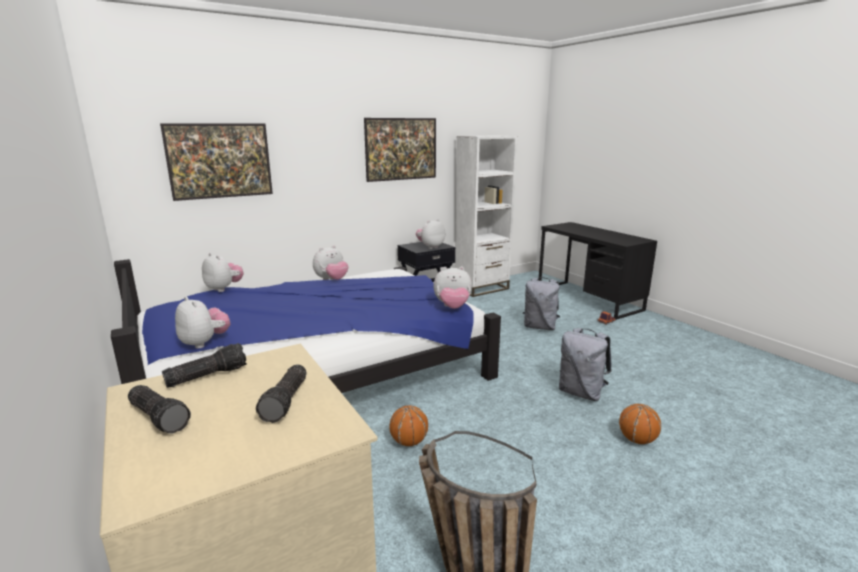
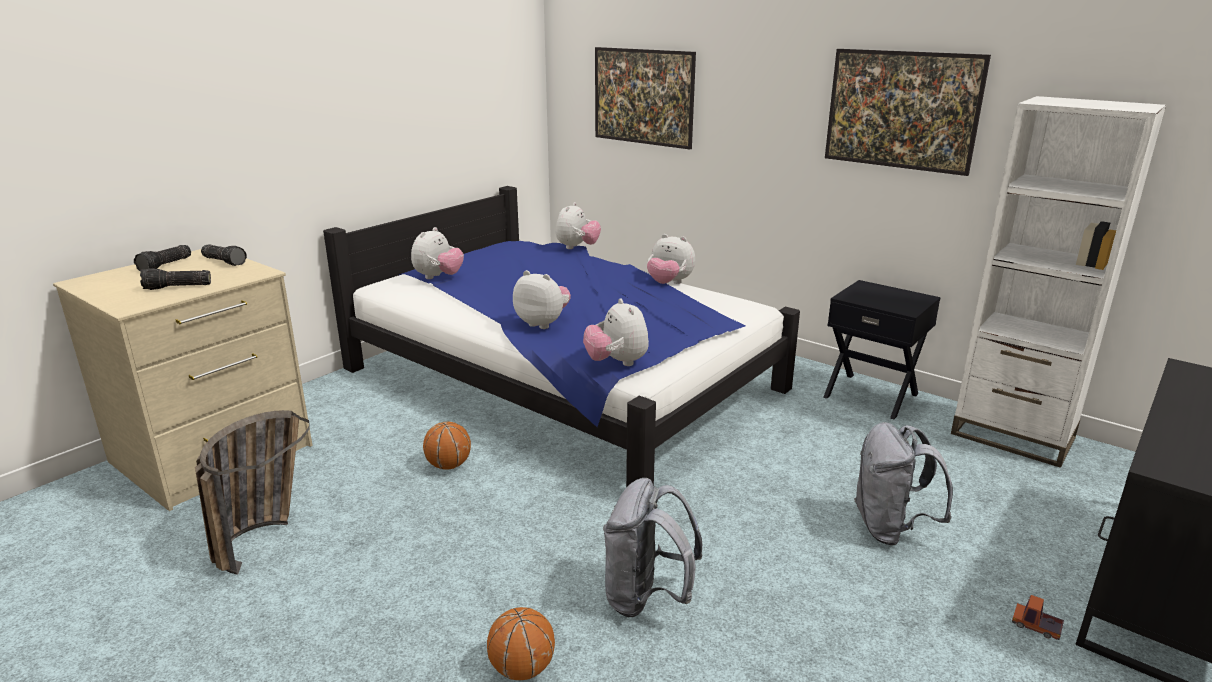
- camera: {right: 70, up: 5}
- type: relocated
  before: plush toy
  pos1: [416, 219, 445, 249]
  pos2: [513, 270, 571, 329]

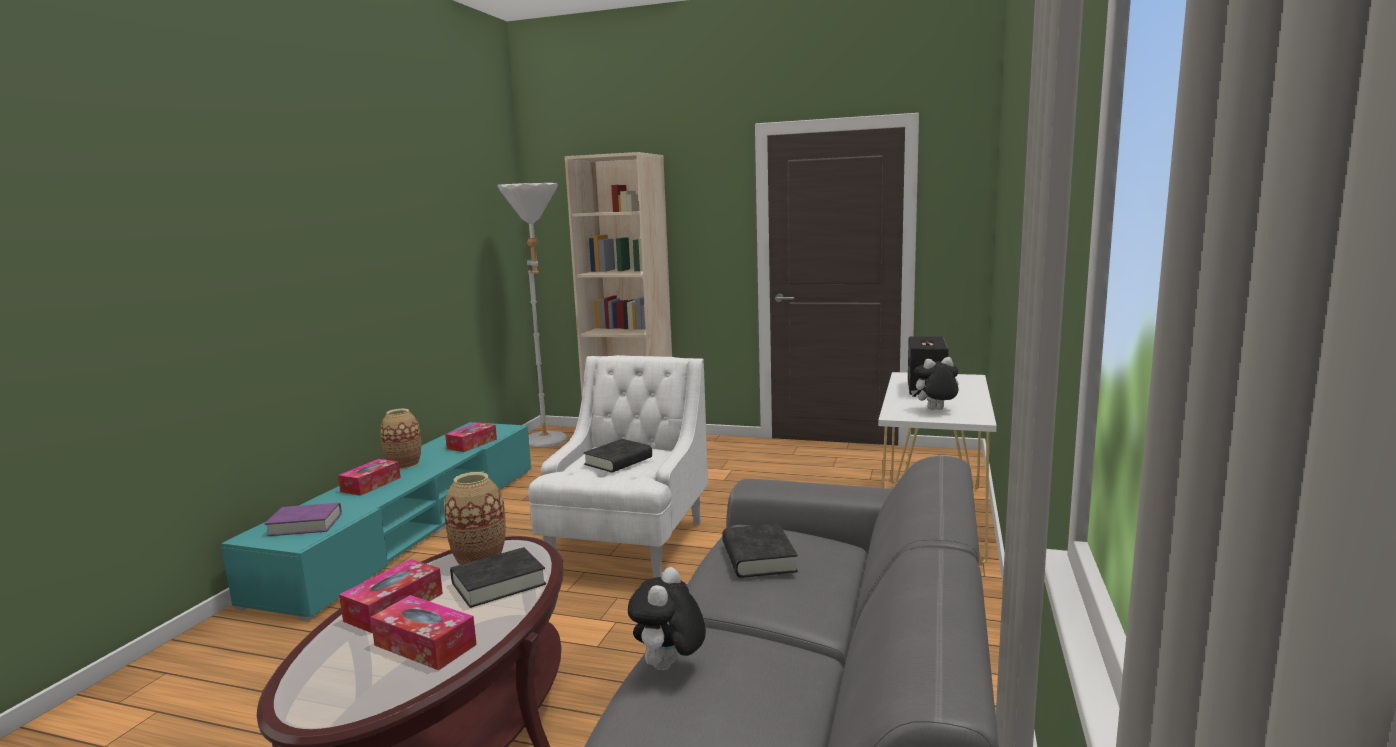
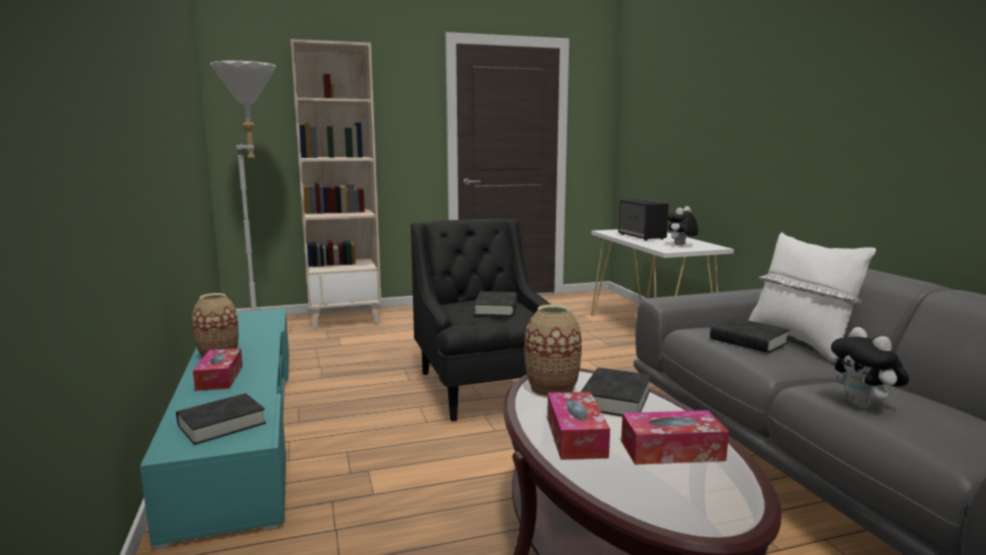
- camera: {right: -35, up: 0}
- type: colour
  before: purple book
  after: black book
  pos1: [264, 503, 342, 536]
  pos2: [176, 393, 266, 445]
- type: missing
  before: tissue box
  pos1: [445, 423, 497, 452]
- type: colour
  before: white armchair
  after: black armchair
  pos1: [528, 355, 708, 578]
  pos2: [411, 218, 550, 422]
- type: appeared
  after: white pillow
  pos2: [749, 232, 876, 362]

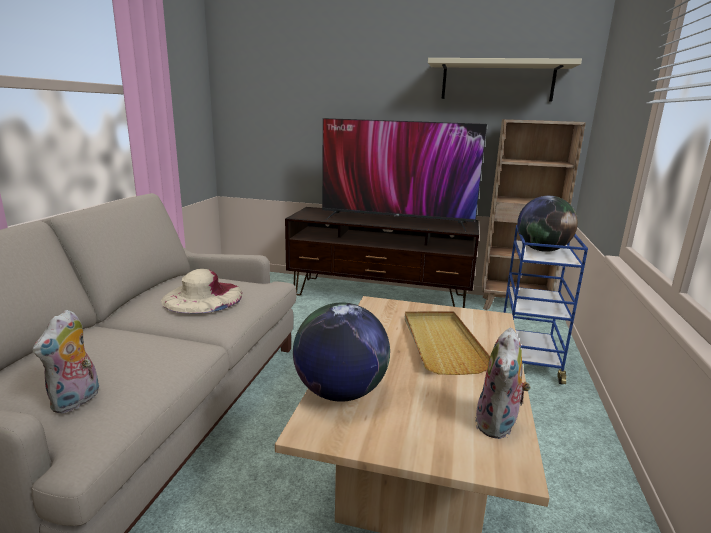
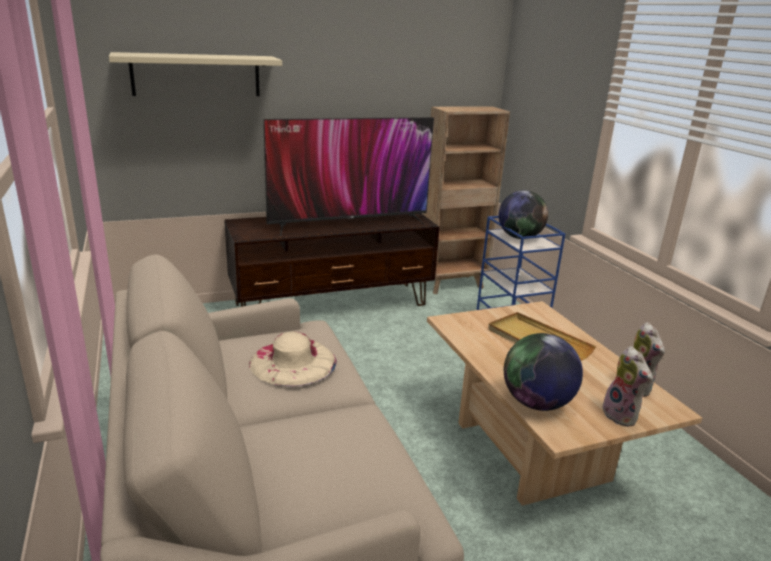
- camera: {right: -35, up: 5}
- type: relocated
  before: plush toy
  pos1: [33, 309, 99, 413]
  pos2: [602, 346, 653, 427]
- type: relocated
  before: beige shelf
  pos1: [428, 58, 582, 101]
  pos2: [109, 52, 282, 96]

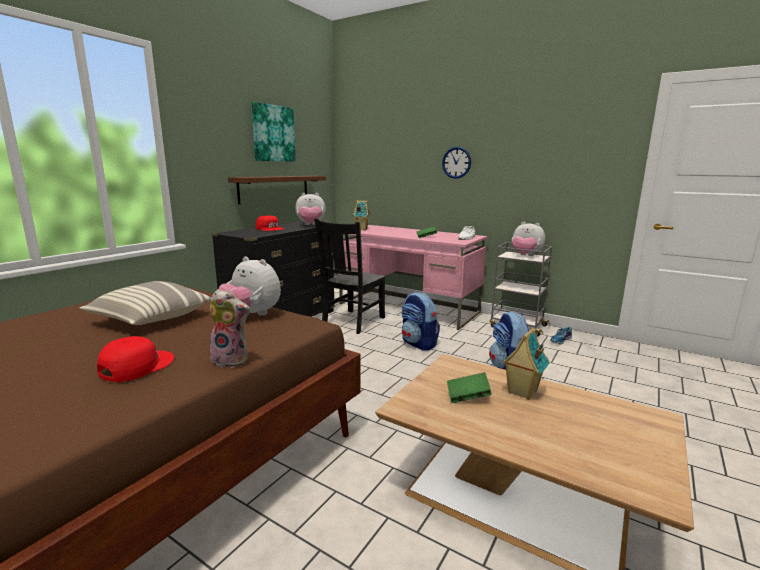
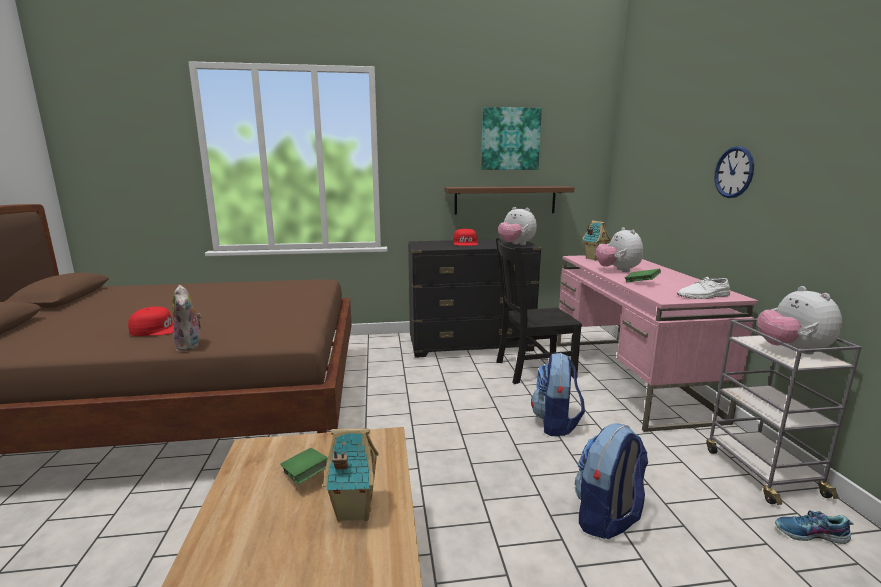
- camera: {right: 50, up: 0}
- type: missing
  before: pillow
  pos1: [80, 281, 212, 325]
- type: relocated
  before: plush toy
  pos1: [218, 257, 281, 315]
  pos2: [596, 227, 643, 272]

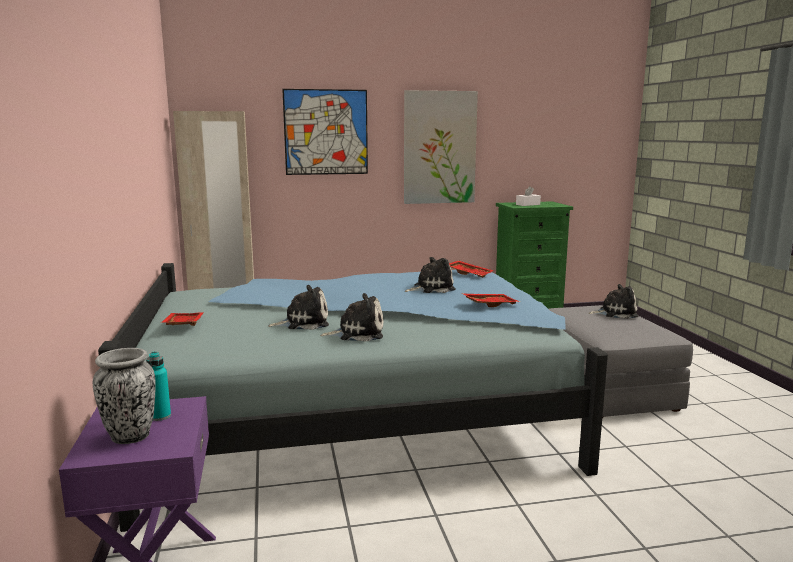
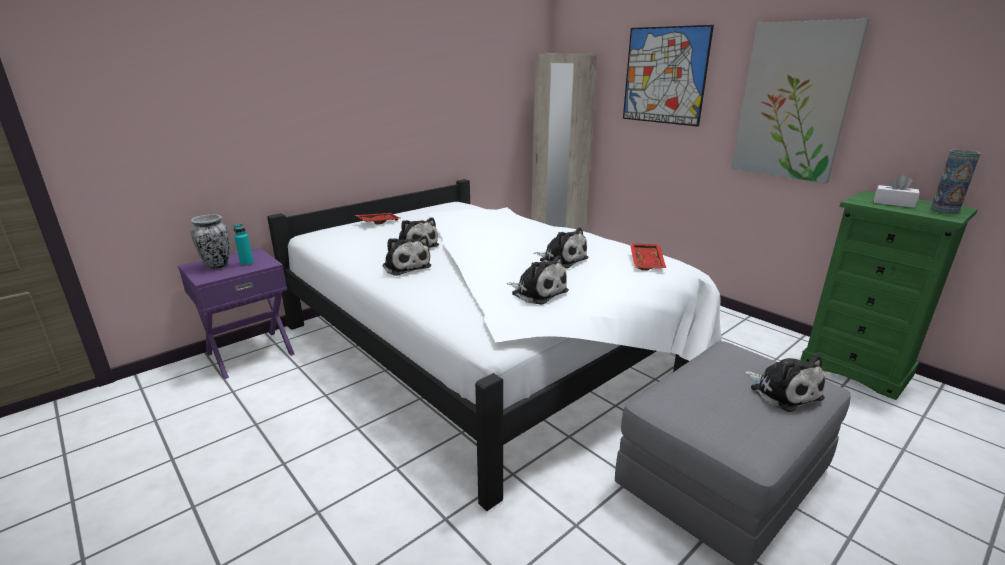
- camera: {right: 60, up: 10}
- type: colour
  before: blue bed
  after: white bed
  pos1: [98, 263, 608, 532]
  pos2: [267, 179, 722, 511]
- type: exchanged
  before: red tray
  after: plush toy
  pos1: [461, 293, 520, 307]
  pos2: [507, 255, 569, 305]
- type: appeared
  after: vase
  pos2: [931, 150, 981, 213]

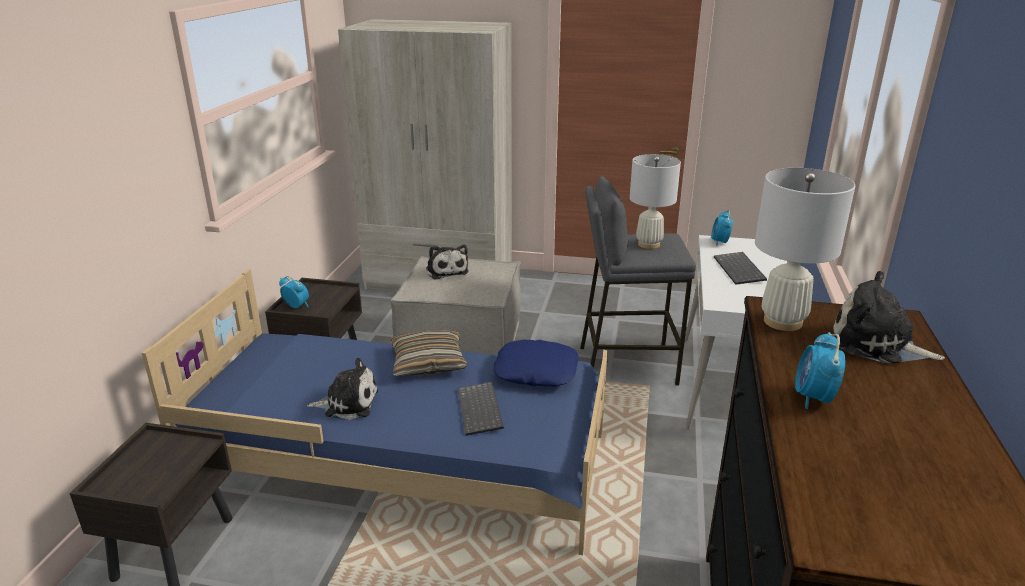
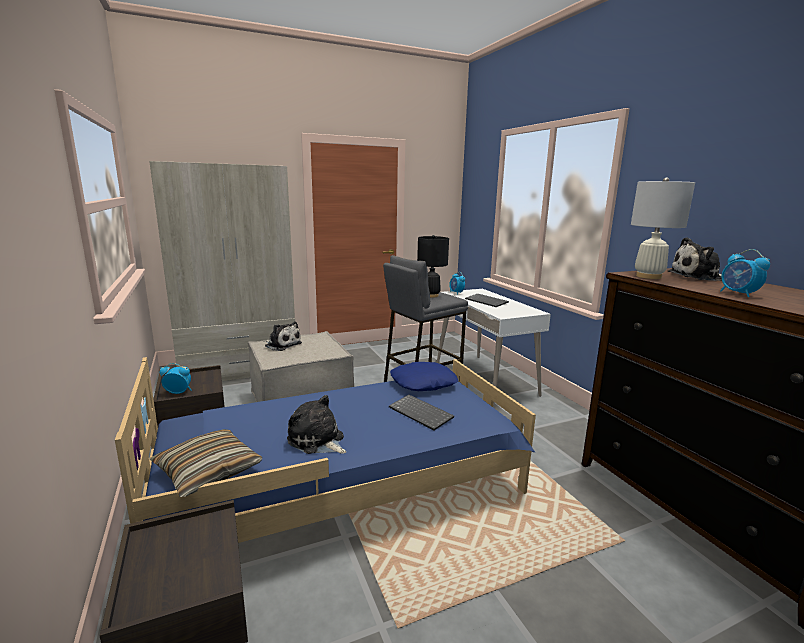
- camera: {right: -35, up: -10}
- type: spun
  before: plush toy
  pos1: [307, 358, 378, 420]
  pos2: [287, 395, 346, 454]
  turn: -105
- type: relocated
  before: pillow
  pos1: [390, 330, 468, 376]
  pos2: [150, 429, 262, 497]
- type: colour
  before: white table lamp
  after: black table lamp
  pos1: [630, 154, 681, 249]
  pos2: [417, 235, 449, 298]

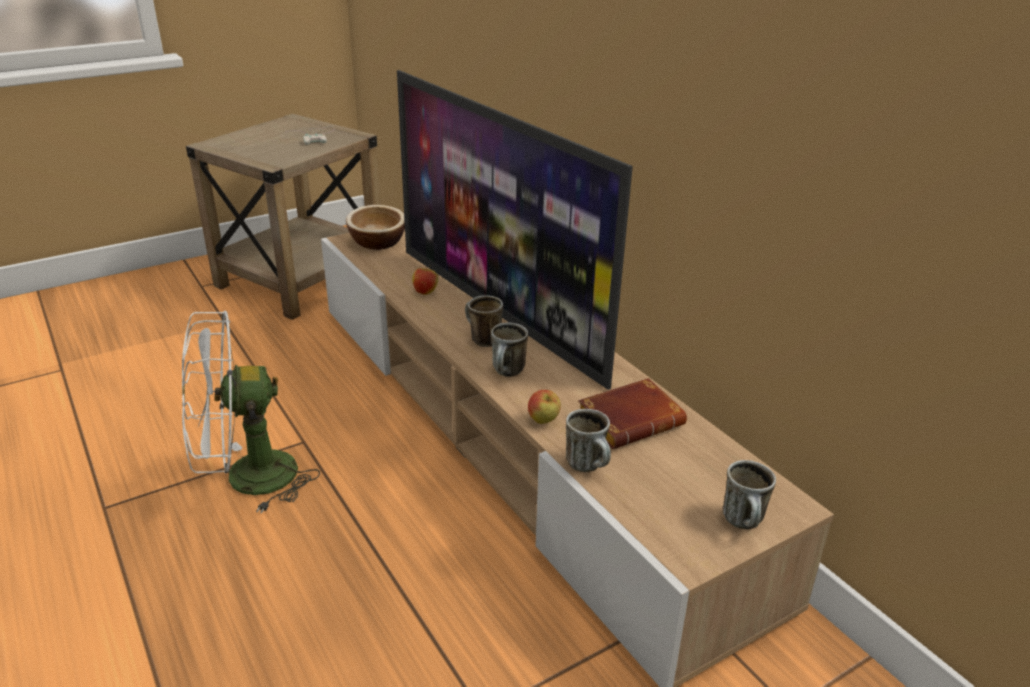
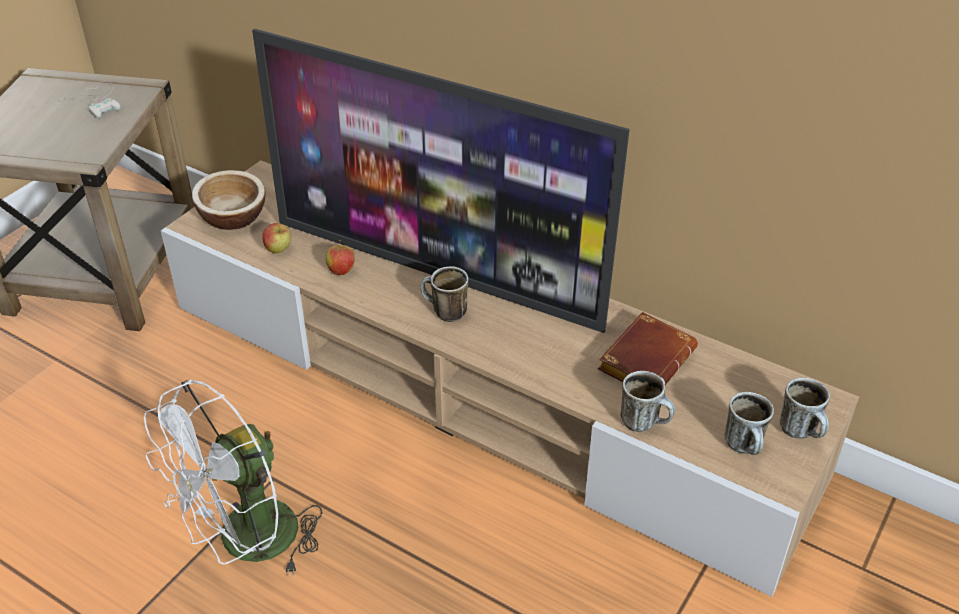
- camera: {right: -25, up: 10}
- type: relocated
  before: mug
  pos1: [491, 322, 528, 377]
  pos2: [725, 392, 774, 455]
- type: relocated
  before: apple
  pos1: [528, 390, 561, 424]
  pos2: [262, 223, 291, 253]

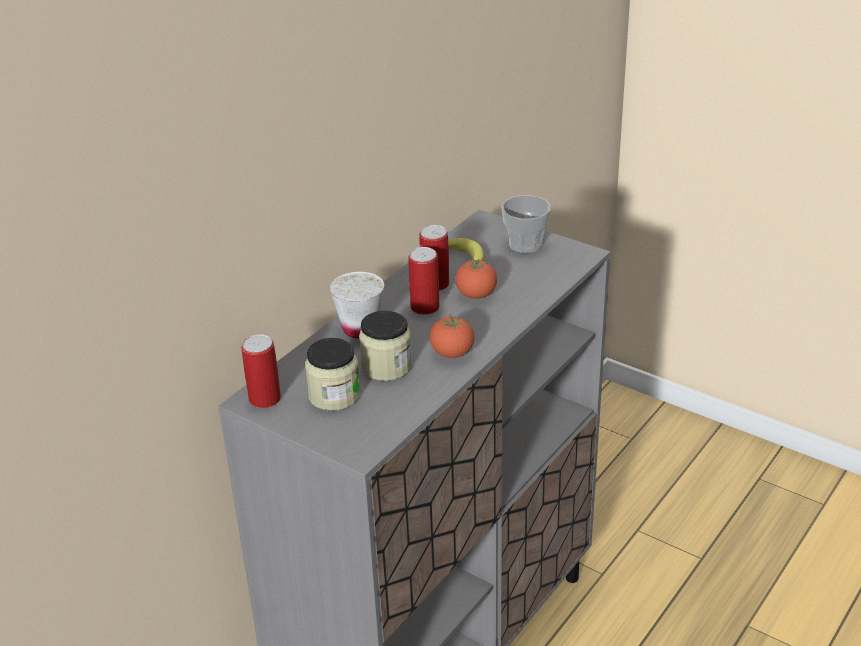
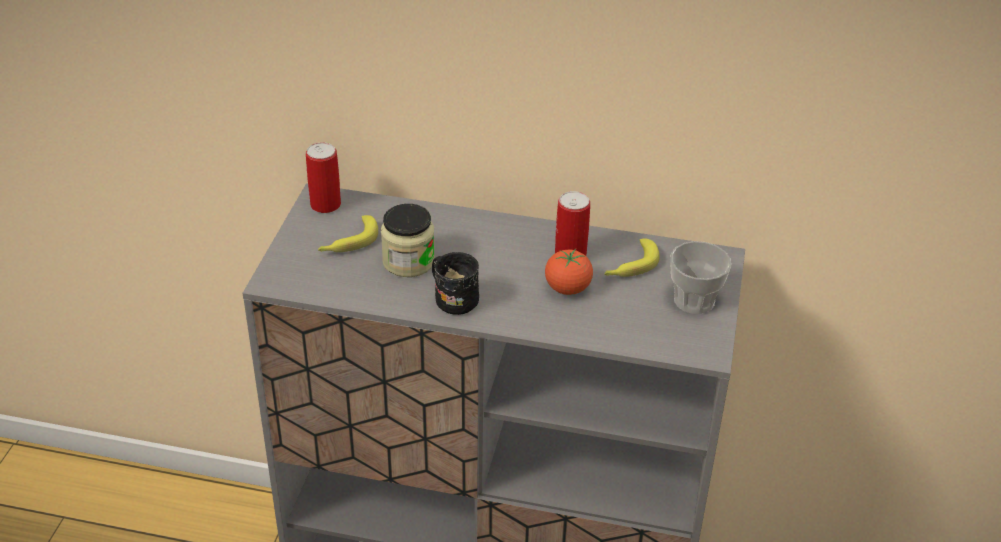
- camera: {right: 65, up: 5}
- type: exchanged
  before: jar
  after: banana
  pos1: [305, 338, 360, 411]
  pos2: [318, 215, 378, 252]
- type: missing
  before: white cup
  pos1: [330, 272, 384, 339]
- type: missing
  before: can
  pos1: [408, 247, 439, 315]
- type: exchanged
  before: tomato
  after: black mug
  pos1: [430, 314, 475, 358]
  pos2: [432, 252, 479, 315]

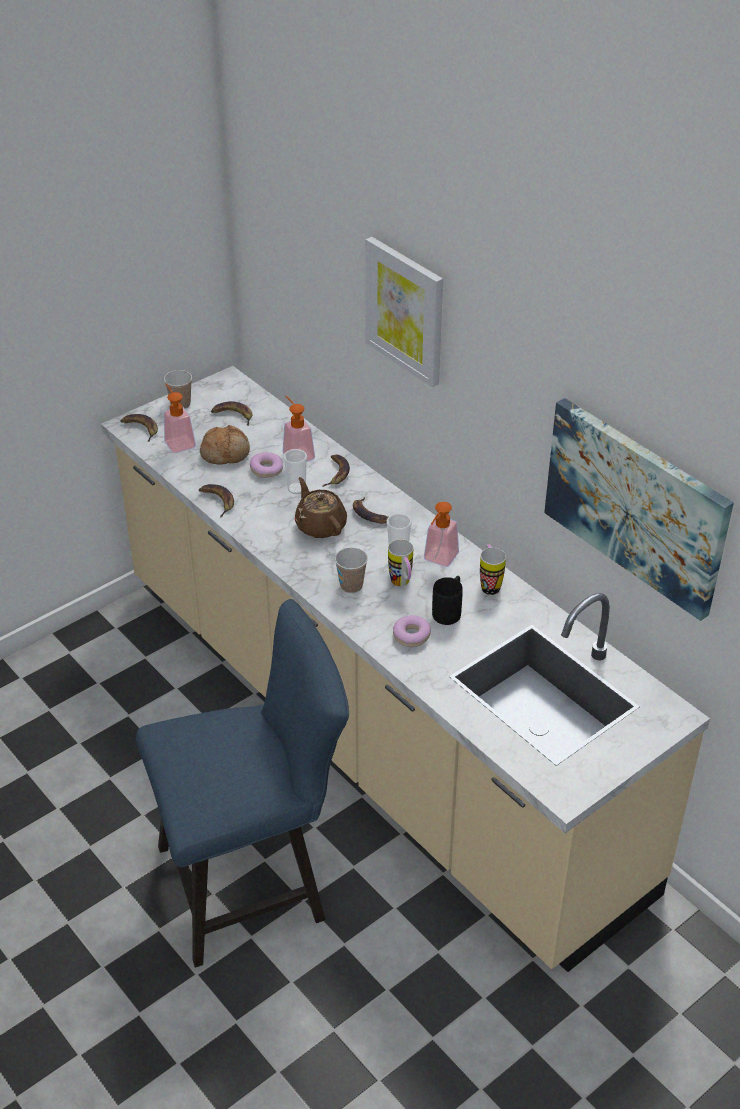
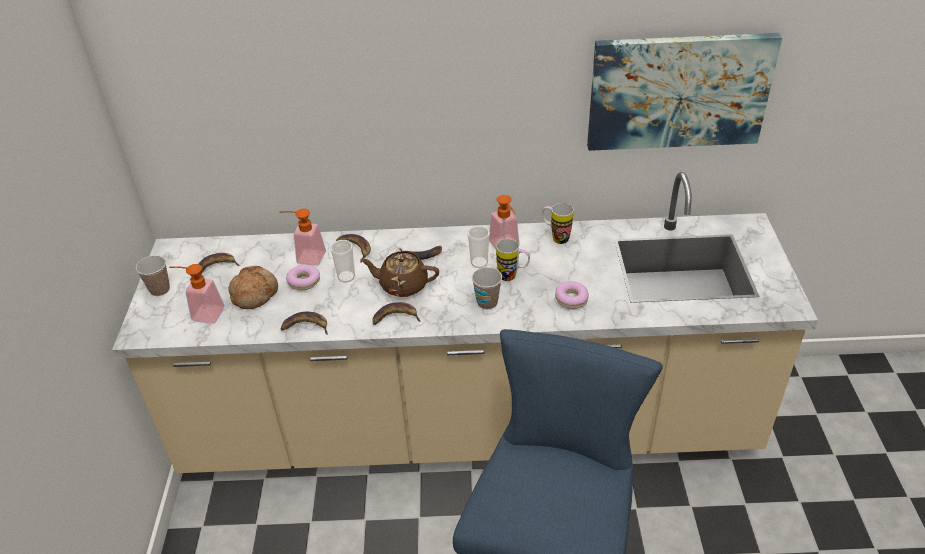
- camera: {right: -50, up: 0}
- type: relocated
  before: banana
  pos1: [120, 414, 158, 442]
  pos2: [372, 302, 421, 325]
- type: missing
  before: picture
  pos1: [365, 237, 443, 387]
- type: missing
  before: black mug
  pos1: [432, 576, 463, 625]

